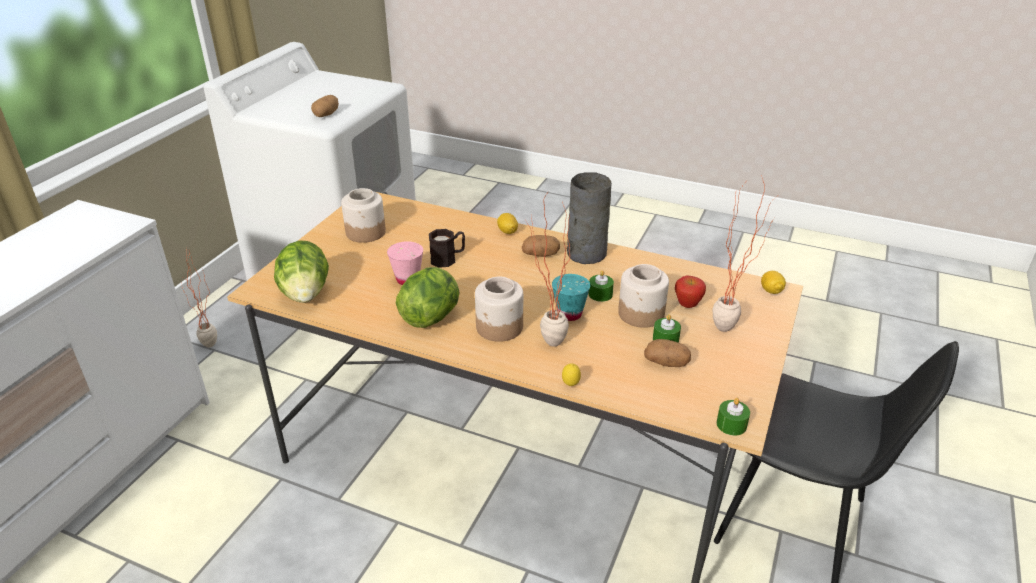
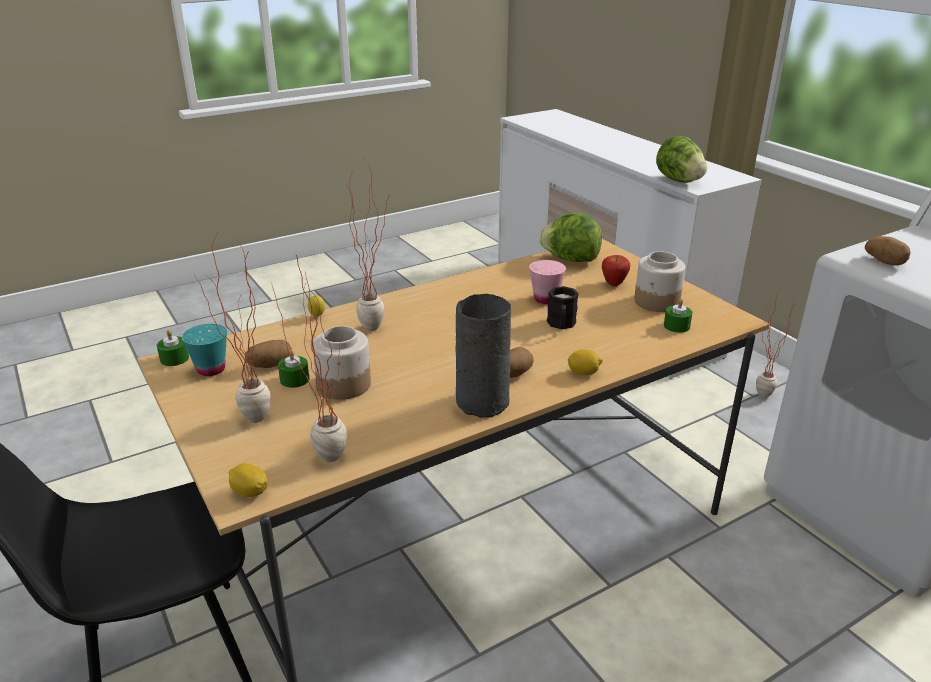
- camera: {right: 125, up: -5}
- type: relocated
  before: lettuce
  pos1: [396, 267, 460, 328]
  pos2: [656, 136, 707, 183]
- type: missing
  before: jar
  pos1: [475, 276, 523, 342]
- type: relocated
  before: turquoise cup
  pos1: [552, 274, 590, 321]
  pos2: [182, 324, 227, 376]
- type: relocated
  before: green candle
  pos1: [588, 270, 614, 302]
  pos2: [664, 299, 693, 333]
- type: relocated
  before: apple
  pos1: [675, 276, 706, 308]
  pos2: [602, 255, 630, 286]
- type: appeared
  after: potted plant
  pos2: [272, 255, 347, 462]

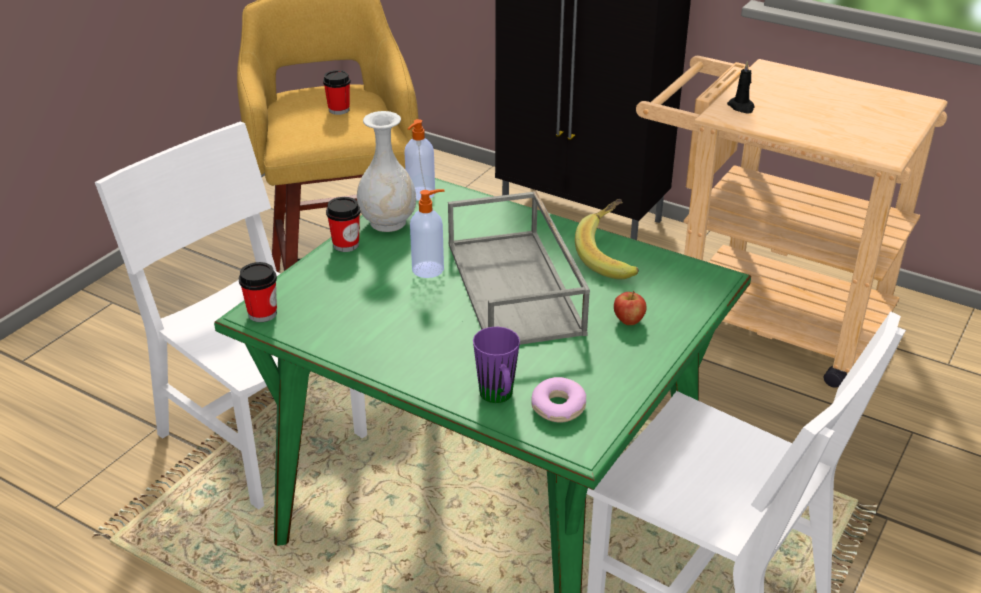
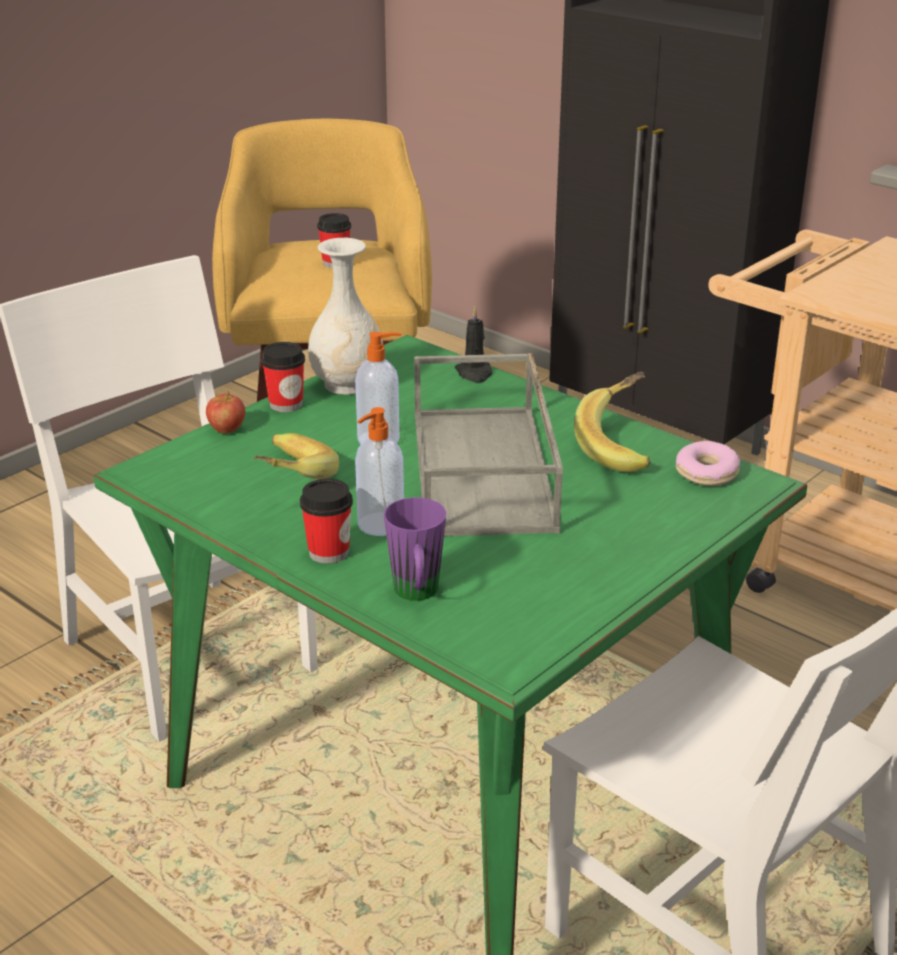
- camera: {right: 10, up: -5}
- type: relocated
  before: cup
  pos1: [239, 262, 277, 322]
  pos2: [300, 479, 353, 564]
- type: relocated
  before: soap dispenser
  pos1: [404, 119, 435, 201]
  pos2: [355, 407, 404, 536]
- type: relocated
  before: donut
  pos1: [531, 377, 586, 422]
  pos2: [676, 441, 740, 486]
- type: relocated
  before: apple
  pos1: [614, 291, 647, 325]
  pos2: [206, 391, 245, 434]
- type: relocated
  before: black candle
  pos1: [727, 61, 755, 114]
  pos2: [455, 307, 492, 383]
- type: appeared
  after: banana
  pos2: [254, 433, 339, 479]

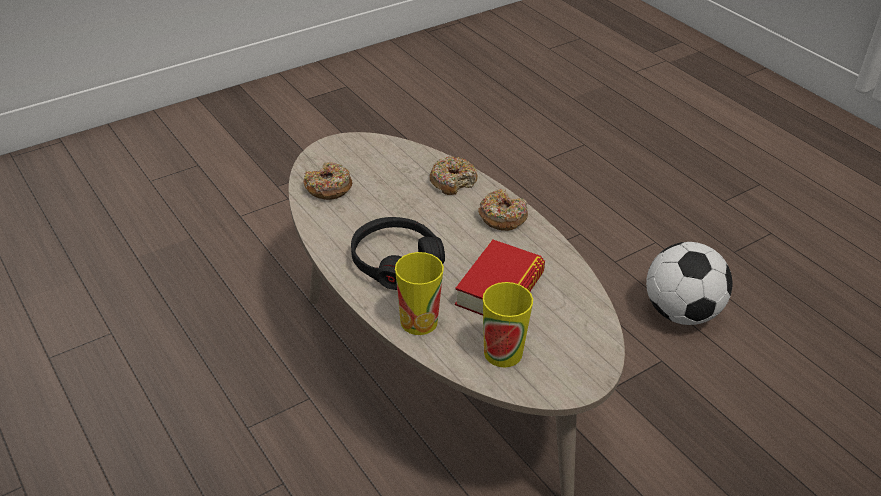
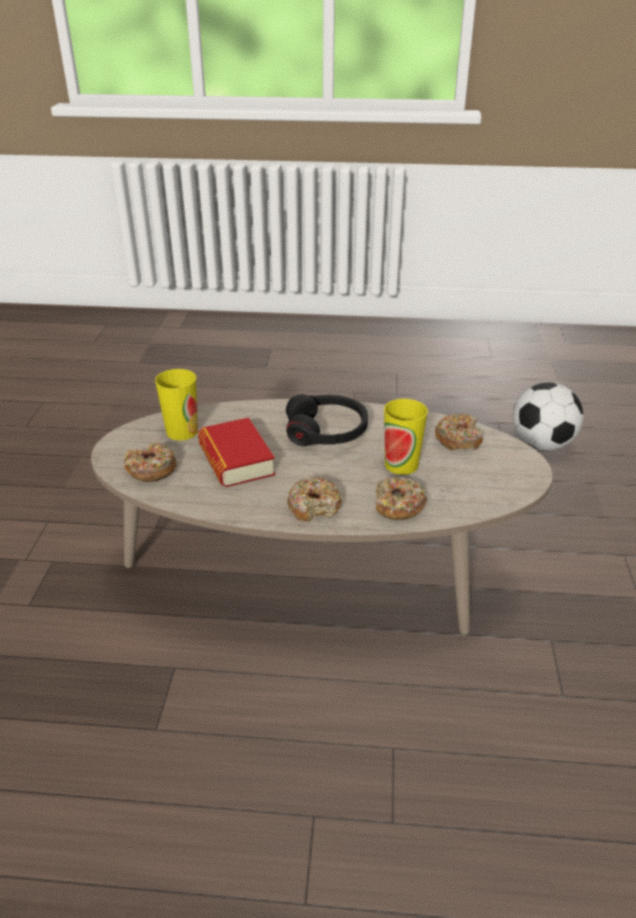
- camera: {right: 130, up: -5}
- type: relocated
  before: cup
  pos1: [395, 252, 444, 335]
  pos2: [384, 399, 428, 475]
- type: relocated
  before: football
  pos1: [646, 242, 732, 325]
  pos2: [513, 382, 583, 450]
- type: appeared
  after: donut
  pos2: [124, 442, 177, 482]

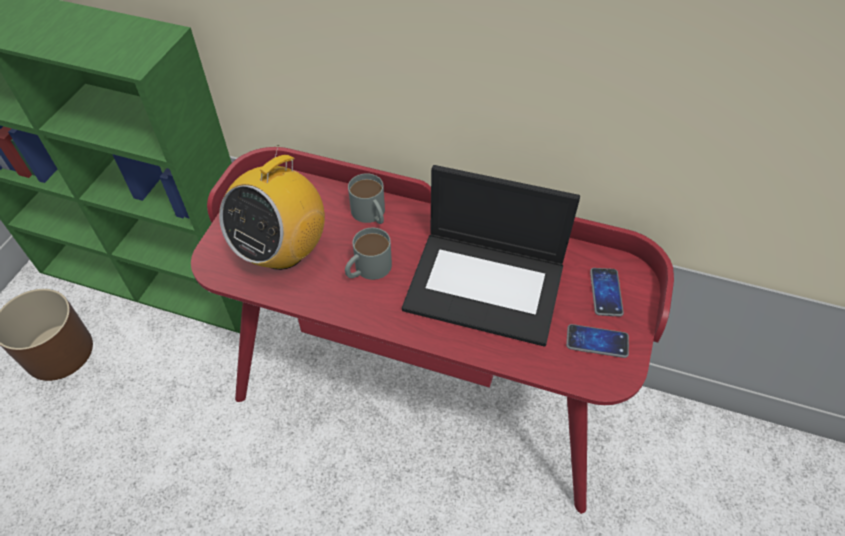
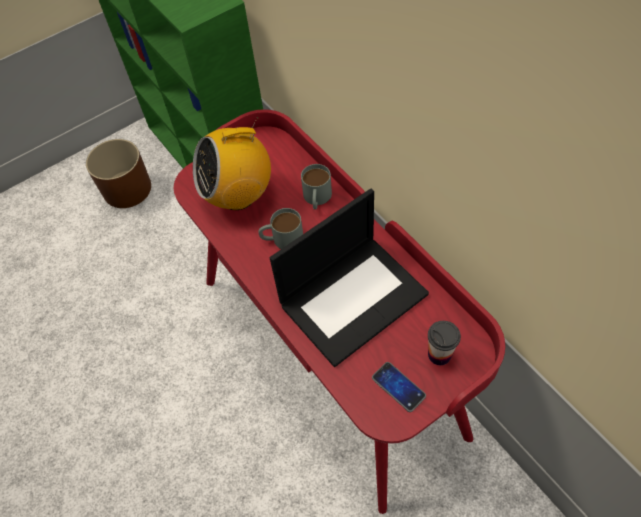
- camera: {right: 40, up: 5}
- type: spun
  before: laptop
  pos1: [402, 165, 580, 346]
  pos2: [270, 189, 429, 367]
  turn: -90
- type: exchanged
  before: phone
  after: cup
  pos1: [590, 268, 624, 317]
  pos2: [428, 321, 461, 365]

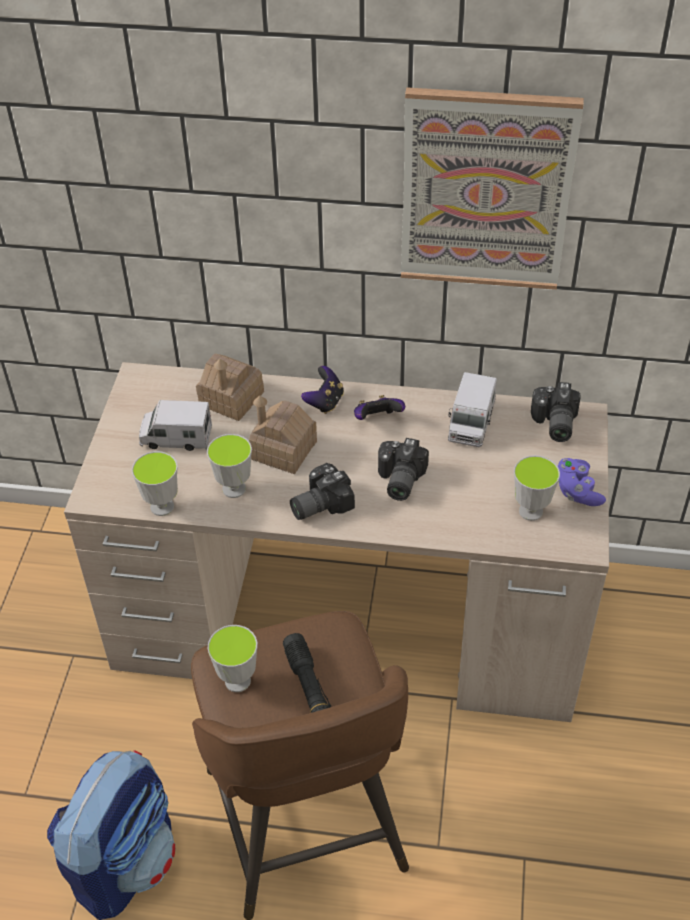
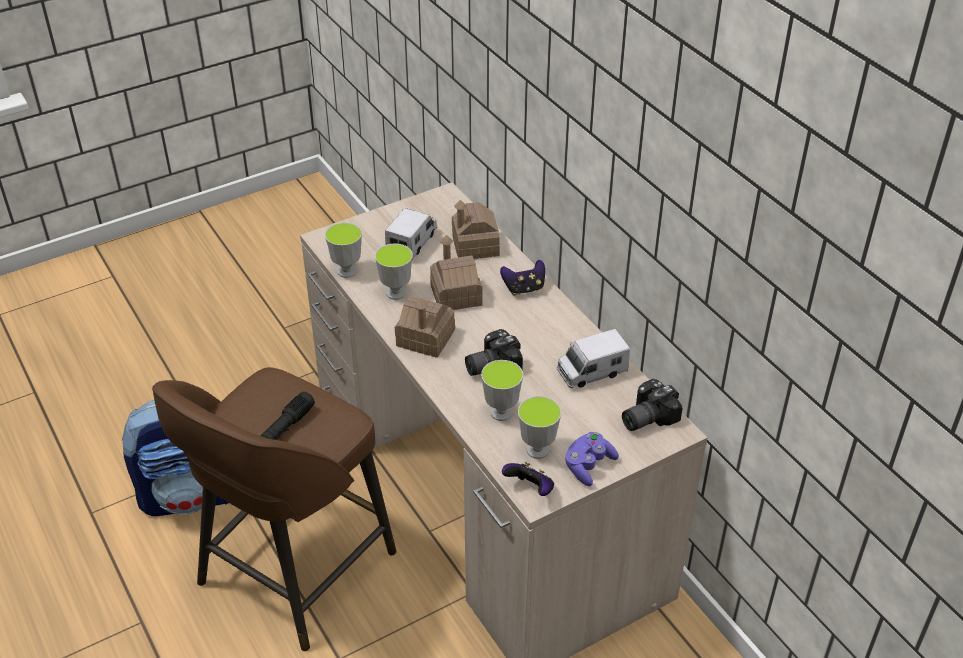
- camera: {right: 50, up: -5}
- type: spun
  before: toy truck
  pos1: [139, 400, 212, 451]
  pos2: [385, 208, 437, 260]
  turn: 60
- type: relocated
  before: cup
  pos1: [208, 625, 257, 692]
  pos2: [481, 360, 523, 421]
- type: exchanged
  before: photo camera
  after: toy house
  pos1: [290, 463, 355, 520]
  pos2: [395, 296, 455, 358]
- type: relocated
  before: game controller
  pos1: [354, 395, 405, 420]
  pos2: [502, 462, 554, 496]
- type: missing
  before: picture
  pos1: [401, 87, 584, 290]

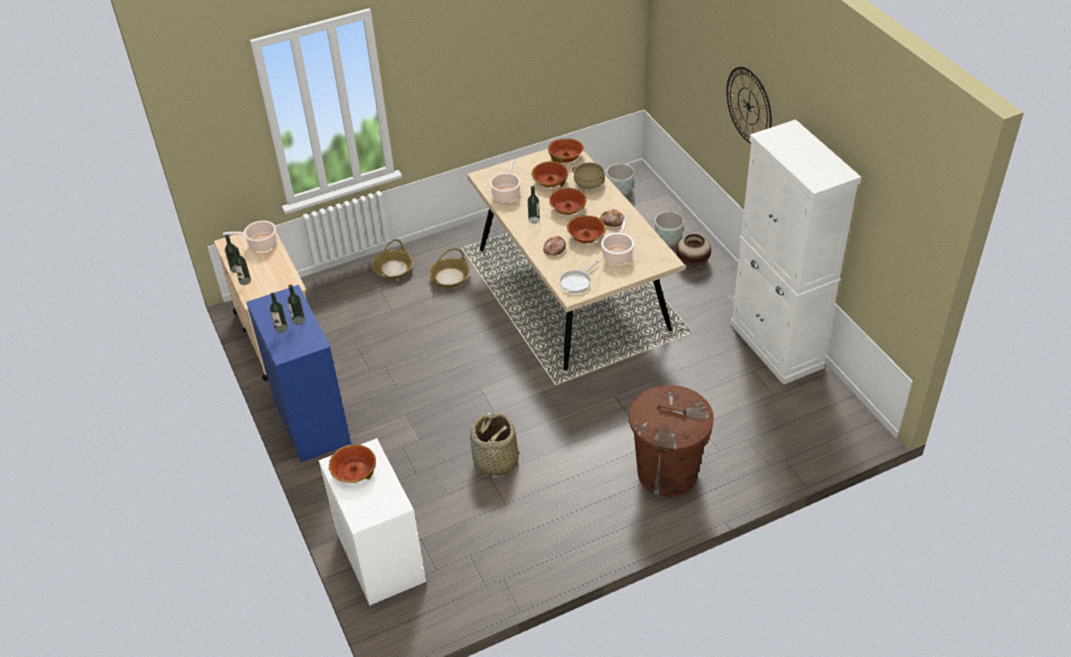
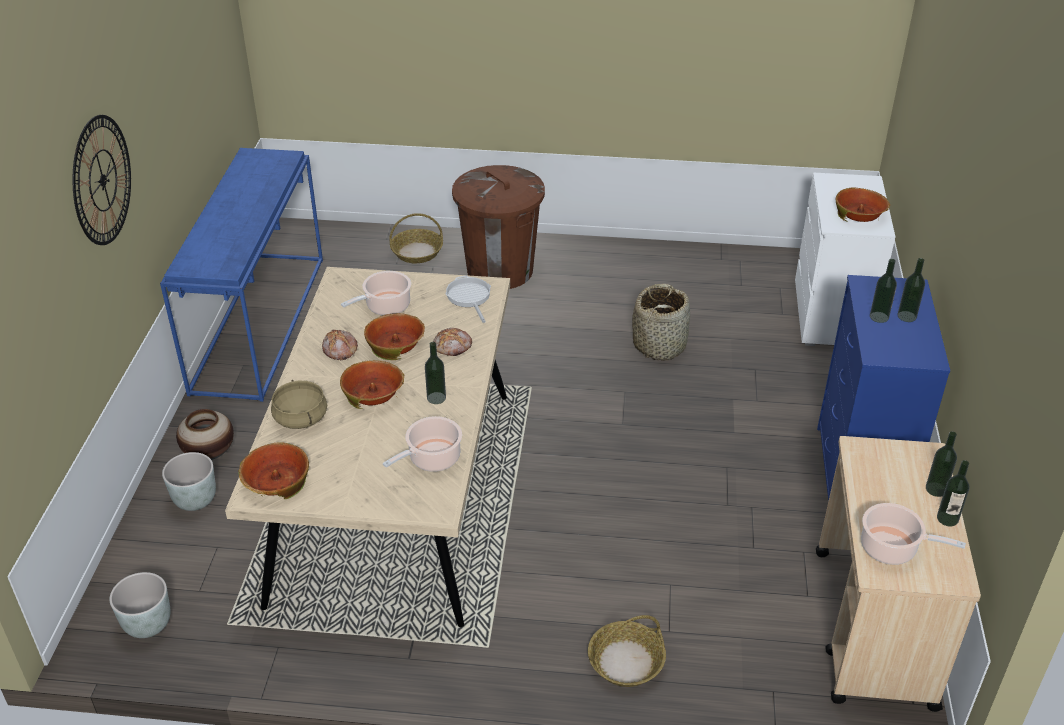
- camera: {right: -150, up: -5}
- type: relocated
  before: basket
  pos1: [429, 248, 470, 288]
  pos2: [389, 213, 443, 263]
- type: missing
  before: bowl
  pos1: [531, 162, 568, 188]
- type: spun
  before: frying pan
  pos1: [560, 261, 599, 294]
  pos2: [445, 276, 491, 323]
  turn: -90
- type: exchanged
  before: white cabinet
  after: blue console table
  pos1: [730, 119, 861, 385]
  pos2: [160, 148, 323, 402]

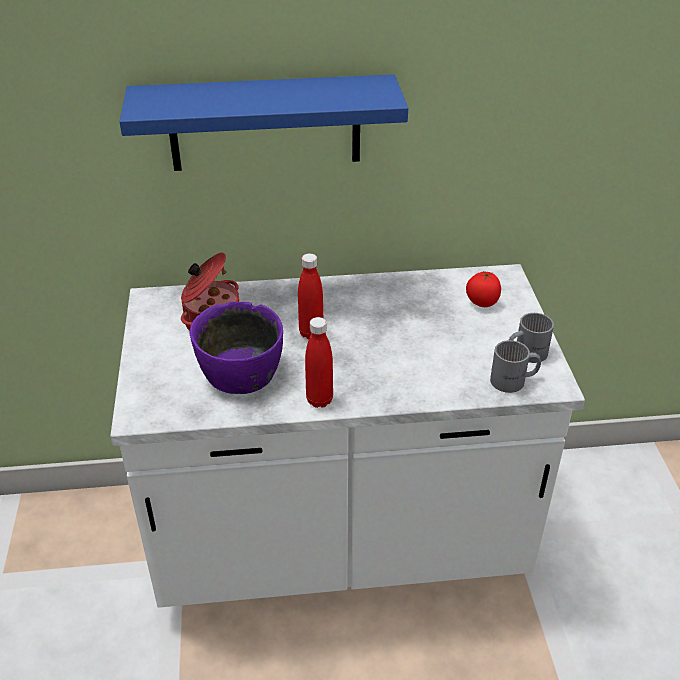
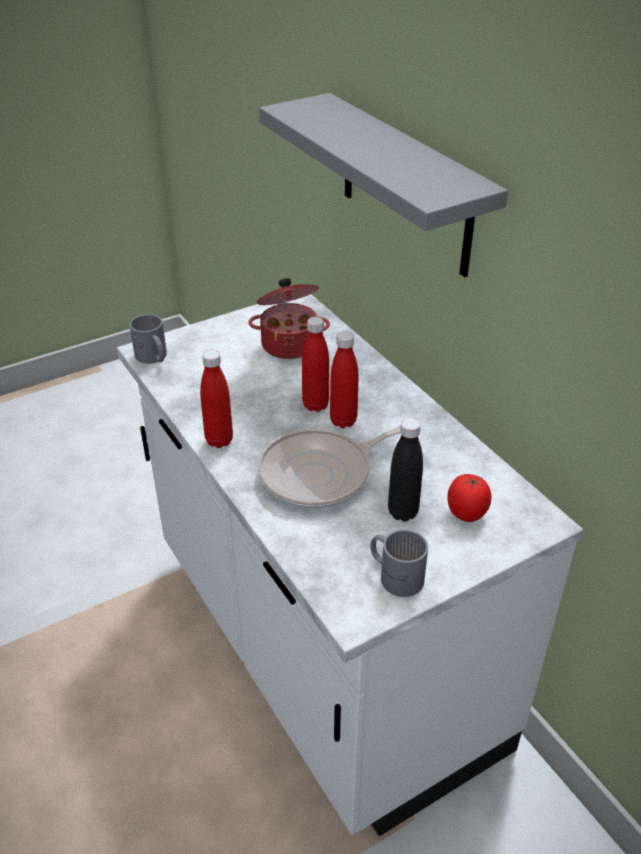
- camera: {right: 65, up: 0}
- type: colour
  before: blue shelf
  after: grey shelf
  pos1: [119, 74, 408, 171]
  pos2: [259, 93, 508, 277]
- type: missing
  before: purple bowl
  pos1: [190, 301, 283, 394]
- type: relocated
  before: grey mug
  pos1: [490, 340, 541, 393]
  pos2: [129, 314, 167, 364]
- type: appeared
  after: frying pan
  pos2: [258, 425, 401, 509]
- type: appeared
  after: red bottle
  pos2: [330, 331, 358, 428]
- type: appeared
  after: black bottle
  pos2: [388, 418, 423, 522]

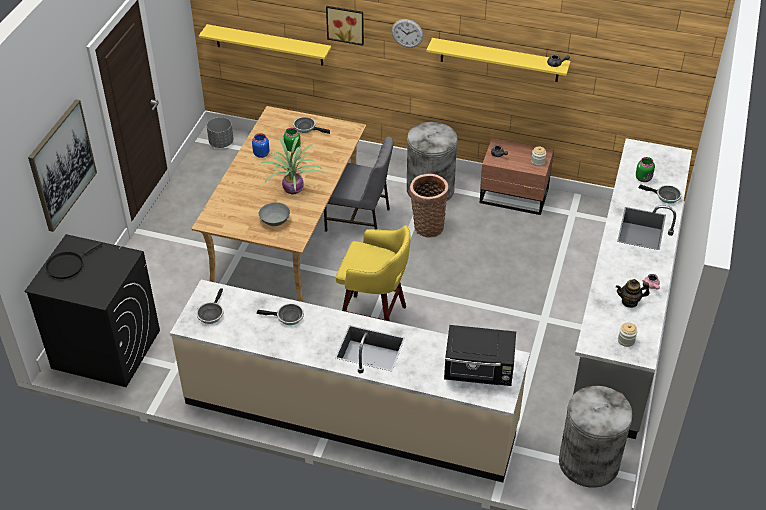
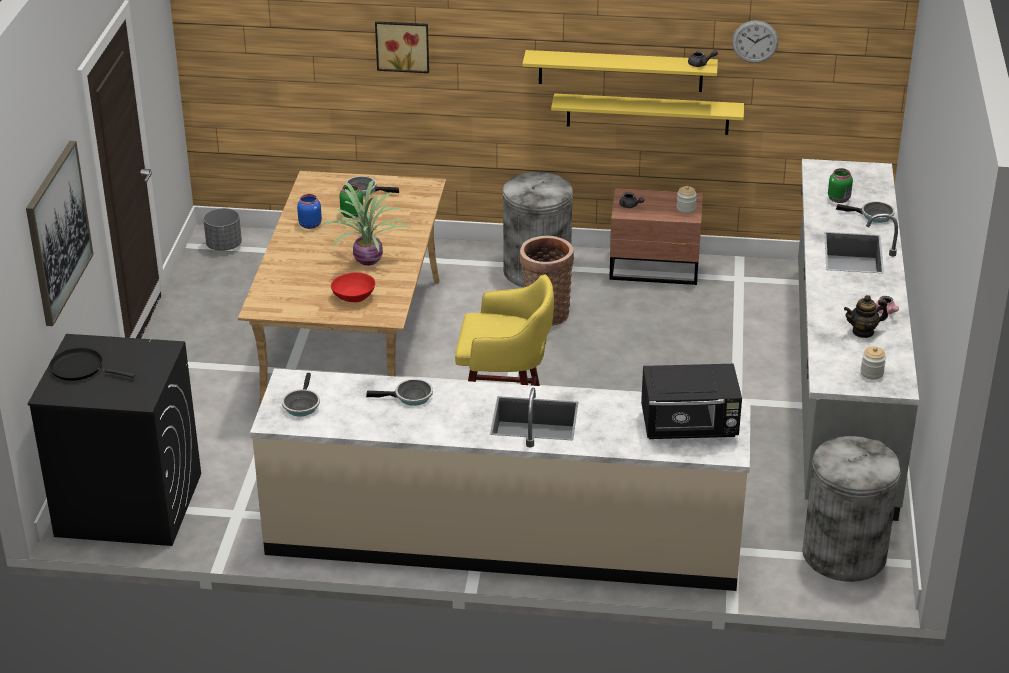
- camera: {right: -10, up: -10}
- type: spun
  before: black frying pan
  pos1: [46, 242, 102, 279]
  pos2: [49, 348, 135, 381]
  turn: 75
- type: relocated
  before: yellow shelf
  pos1: [199, 24, 331, 66]
  pos2: [551, 93, 744, 135]
- type: colour
  before: grey bowl
  after: red bowl
  pos1: [259, 202, 290, 226]
  pos2: [331, 272, 375, 302]
- type: missing
  before: grey chair
  pos1: [324, 136, 394, 232]
- type: relocated
  before: wall clock
  pos1: [392, 19, 423, 48]
  pos2: [732, 20, 779, 63]

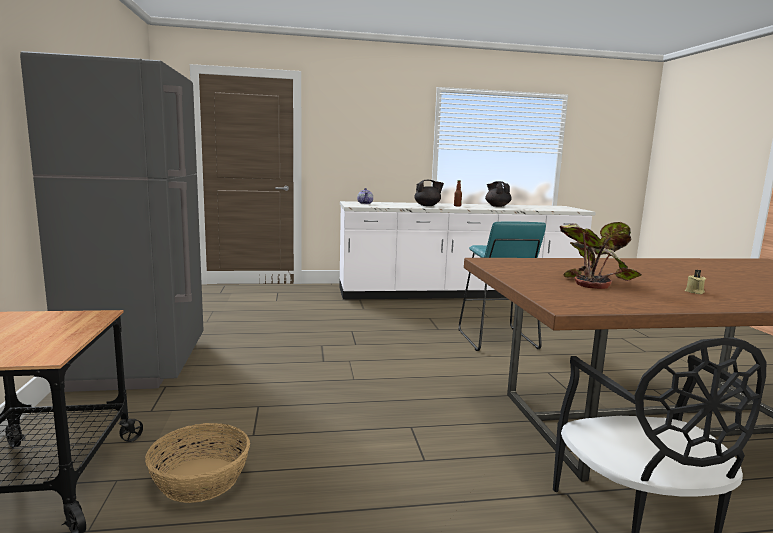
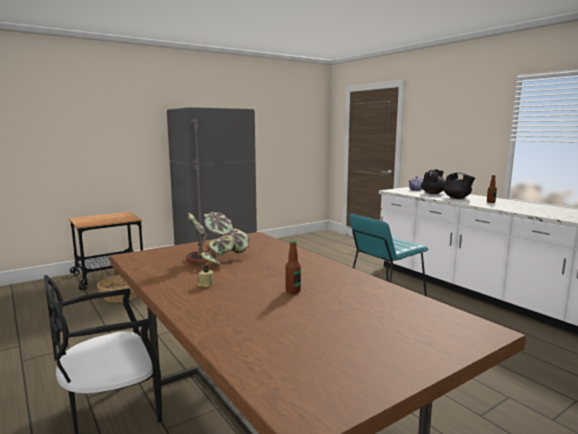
- camera: {right: 65, up: 0}
- type: relocated
  before: black teapot
  pos1: [485, 181, 512, 207]
  pos2: [421, 169, 446, 194]
- type: appeared
  after: bottle
  pos2: [285, 240, 301, 294]

